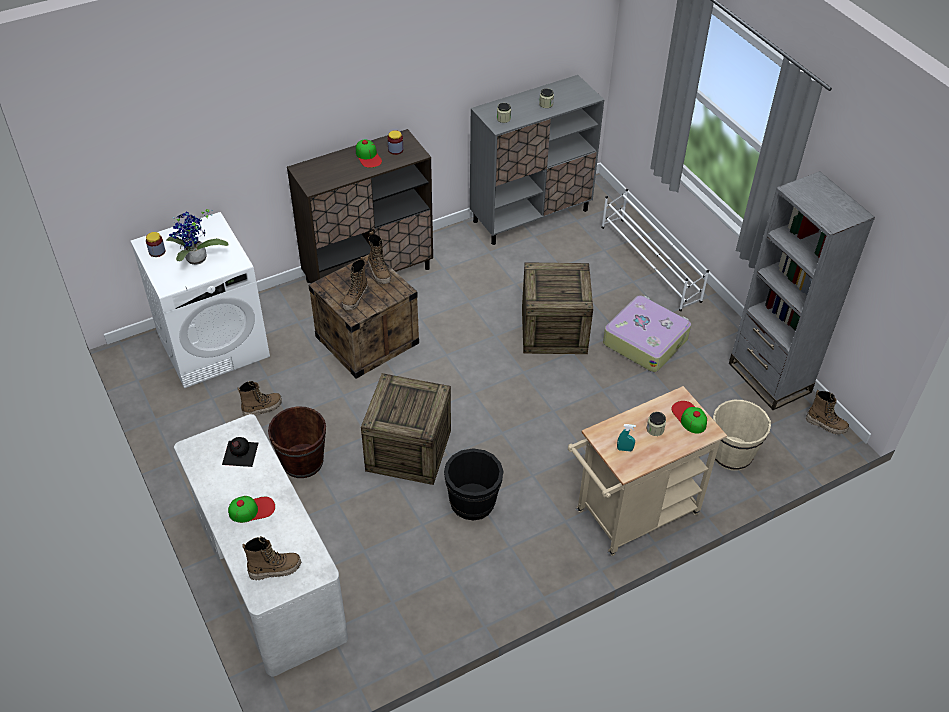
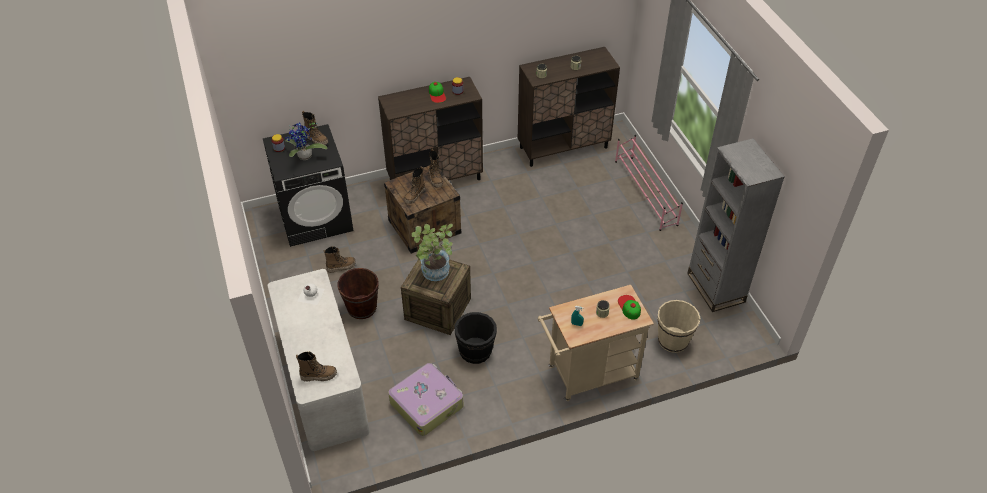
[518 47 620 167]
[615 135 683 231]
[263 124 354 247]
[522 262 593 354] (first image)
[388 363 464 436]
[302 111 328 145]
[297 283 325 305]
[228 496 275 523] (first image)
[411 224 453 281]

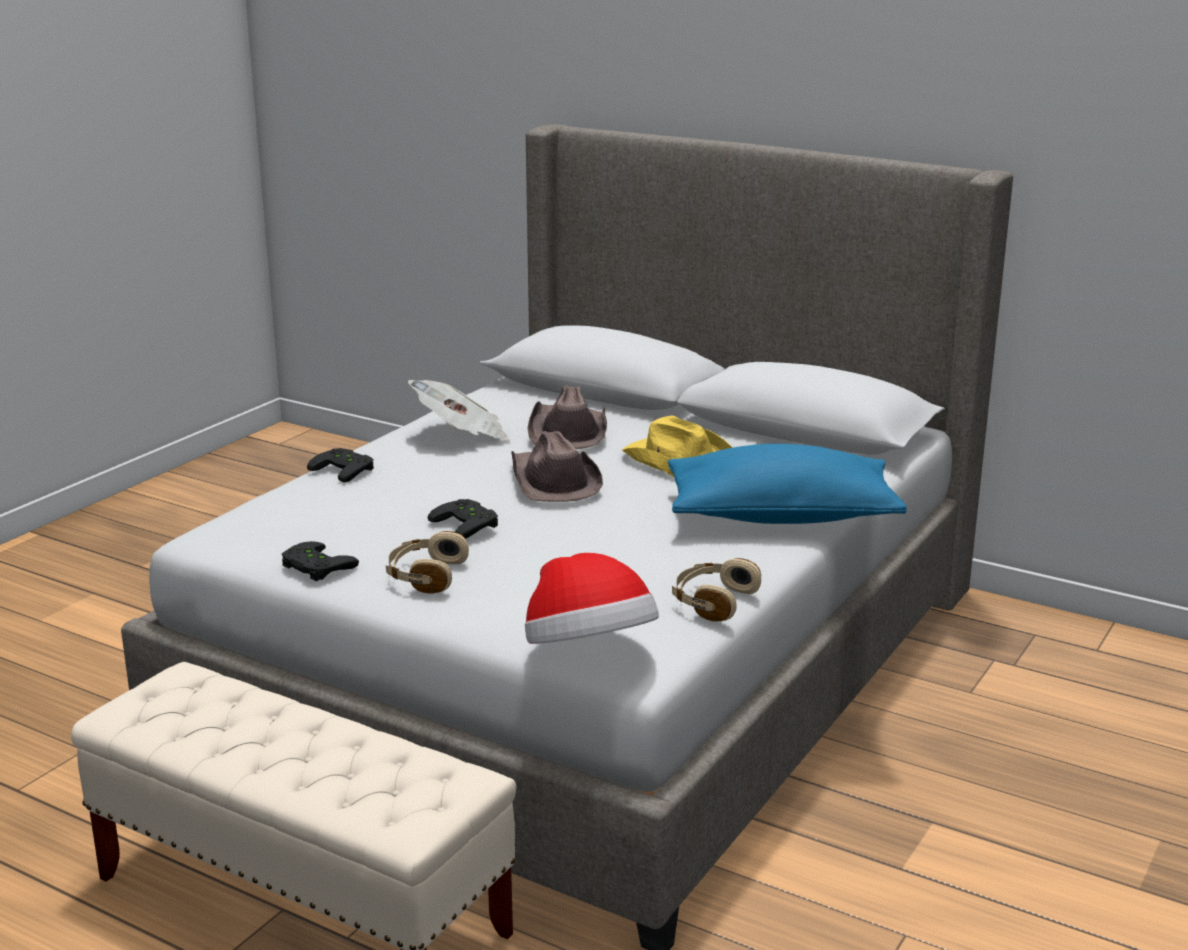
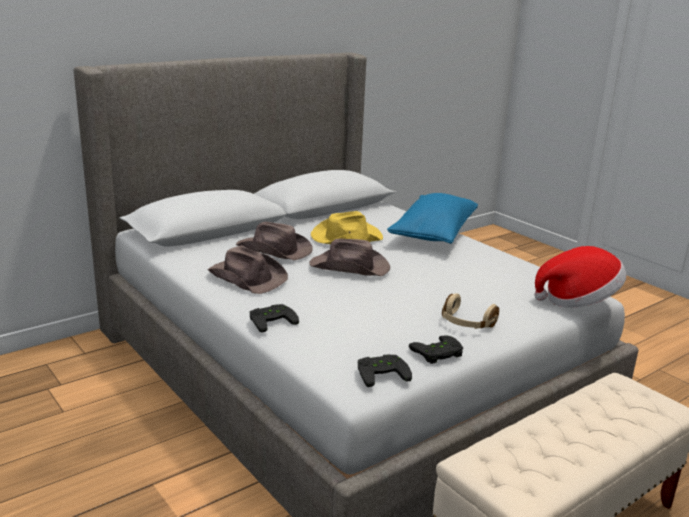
[208 246 288 294]
[358 355 412 387]
[672 558 761 622] (first image)

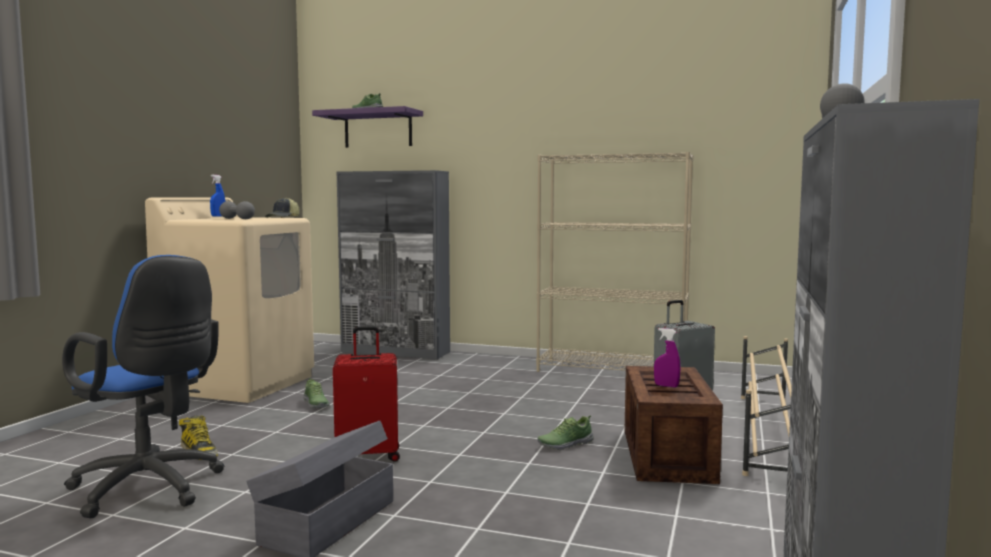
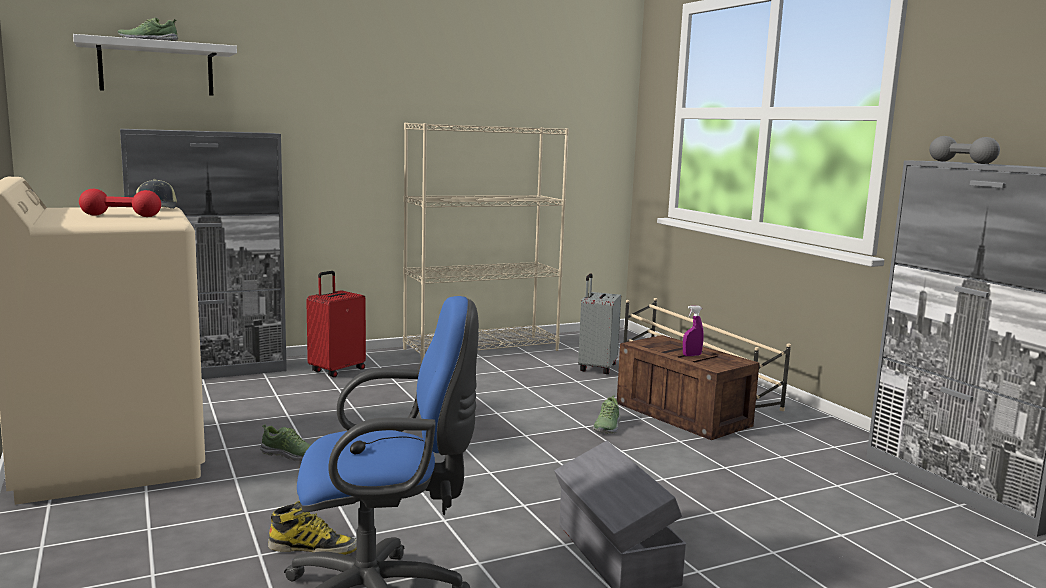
[73 34 237 96]
[210 175 225 217] (first image)
[79 189 161 217]
[306 271 366 377]

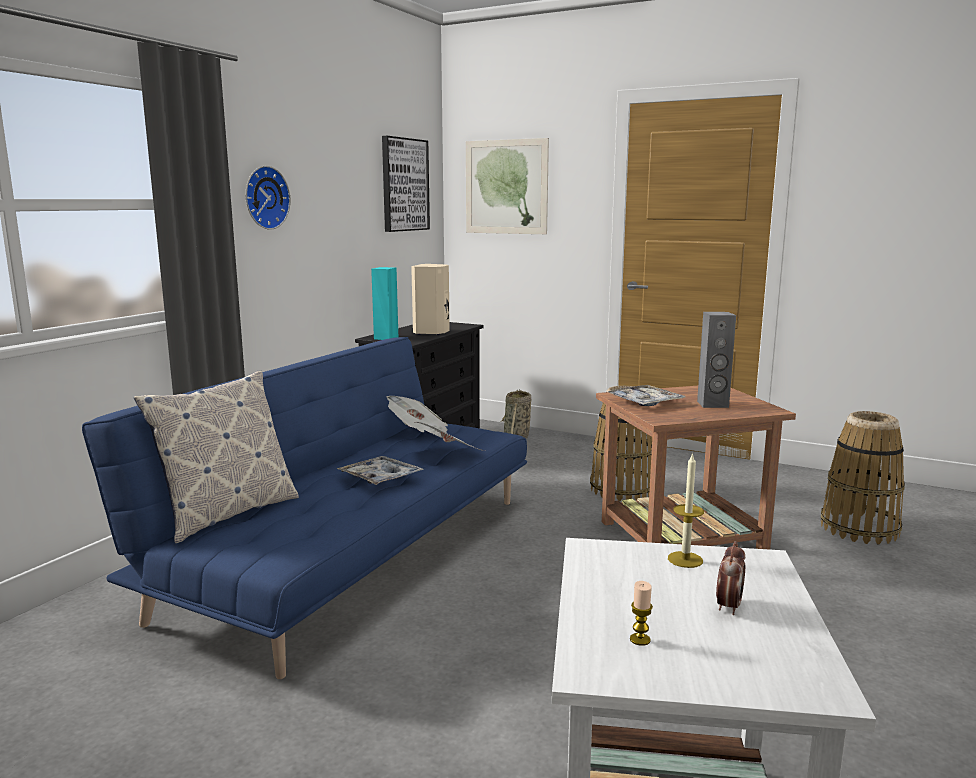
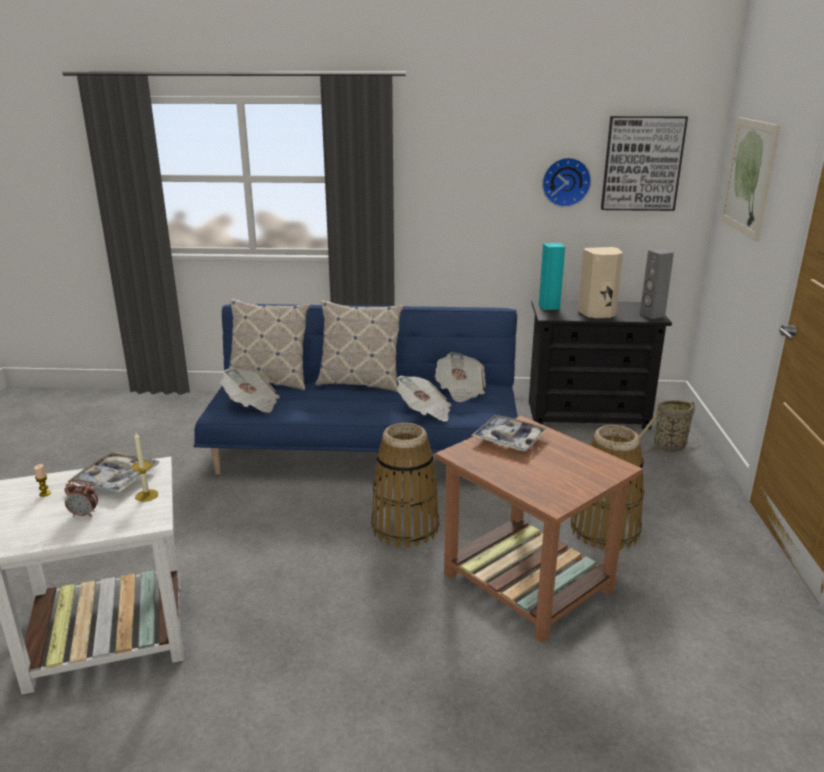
[542 157 591 207]
[640 249 674 319]
[371 423 439 548]
[67 451 159 493]
[315 300 404 392]
[220 369 280 413]

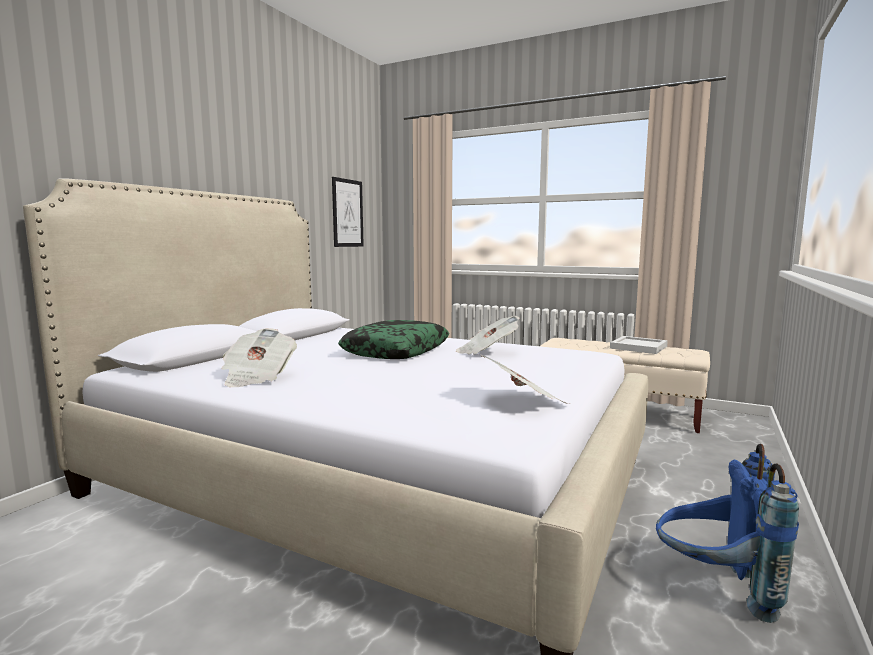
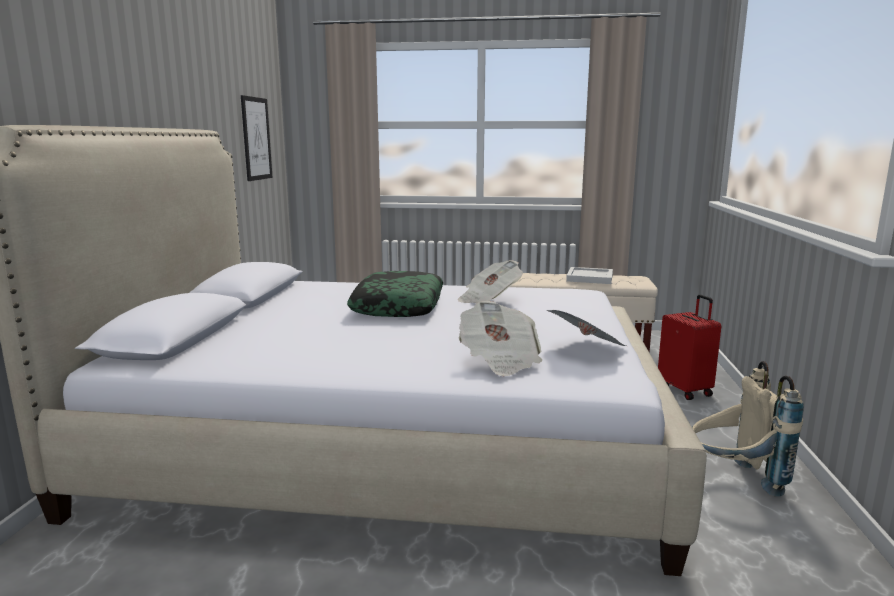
[459 301 542 376]
[692 361 804 497]
[658 295 721 400]

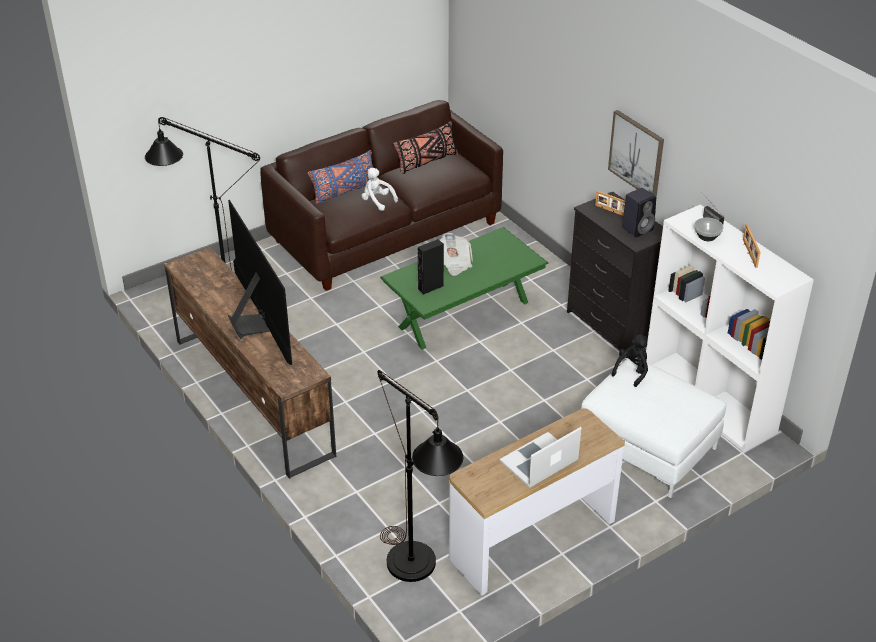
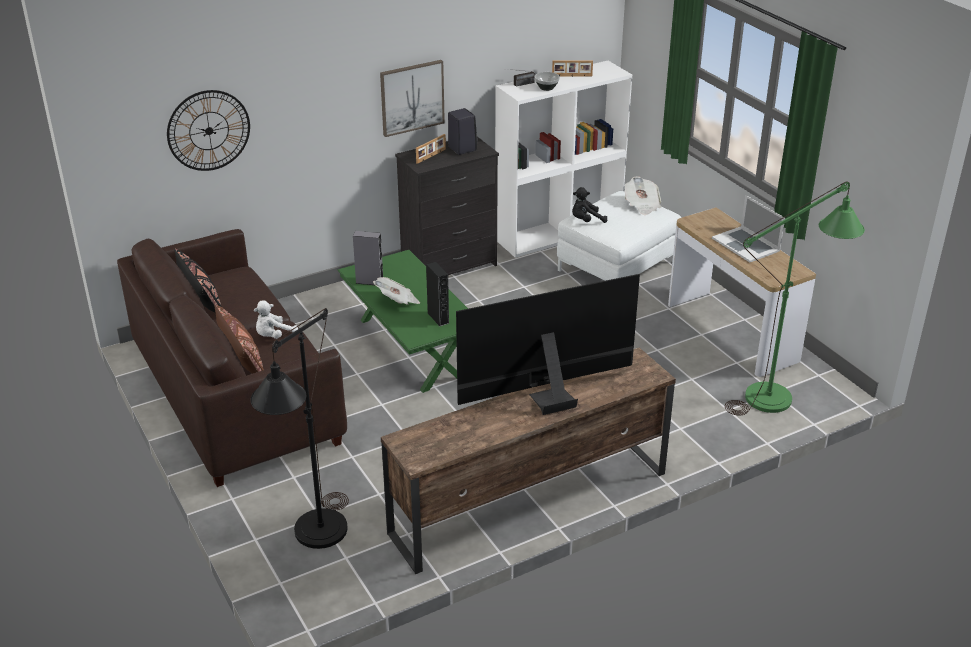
[214 304 264 374]
[572 187 607 223]
[725 182 865 415]
[167 90 250 171]
[625 176 662 215]
[353 231 383 285]

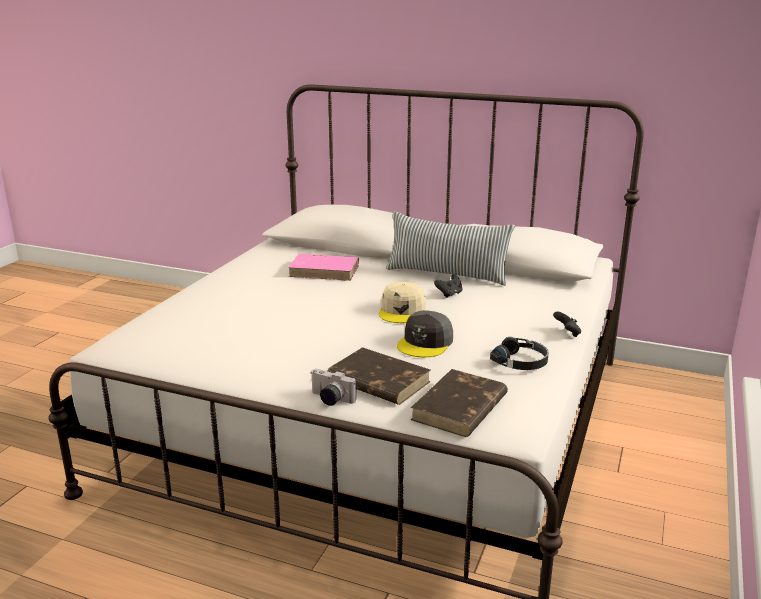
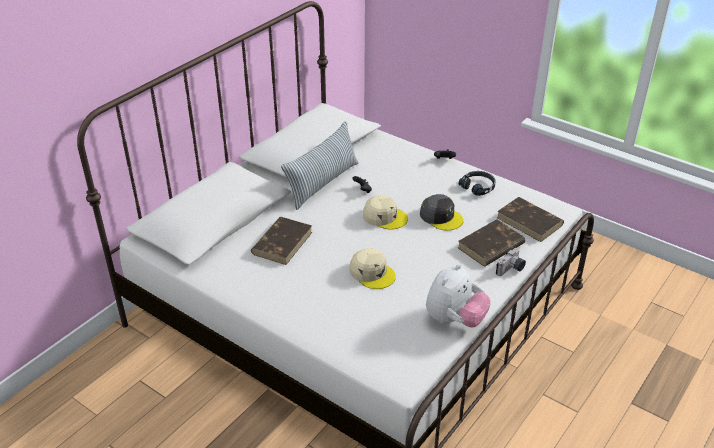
[251 217 312 265]
[350 248 396 289]
[426 264 491 327]

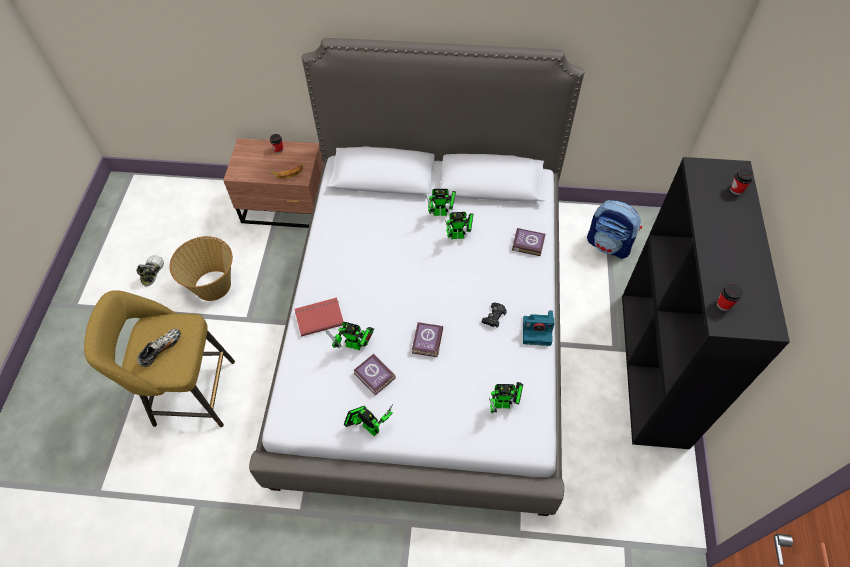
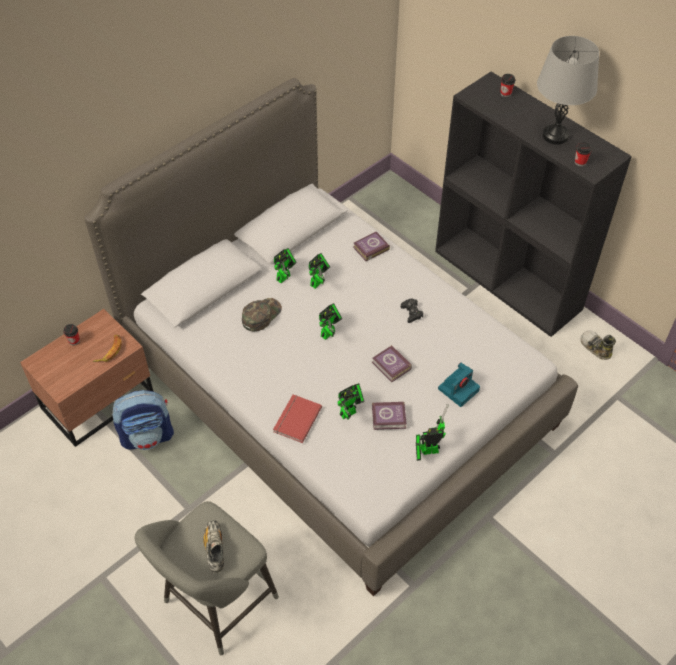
[112 390 174 450]
[169 236 233 301] (first image)
[581 330 616 360]
[135 501 279 655]
[438 362 480 407]
[319 303 342 340]
[537 36 599 145]
[242 298 282 331]

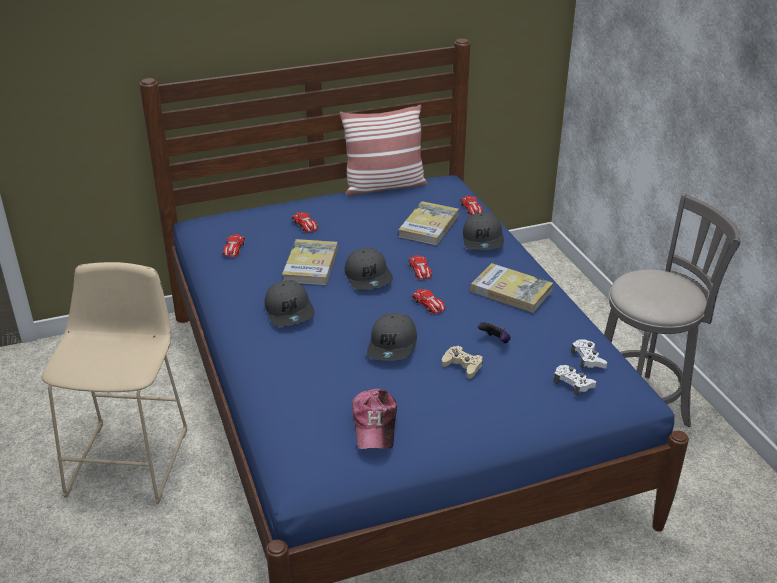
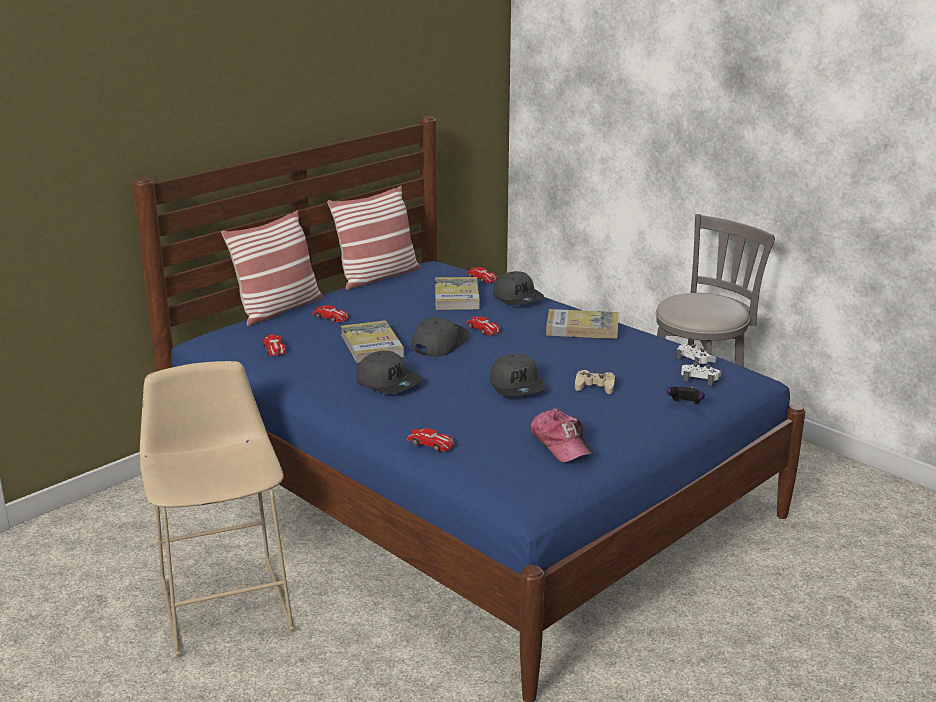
[411 317 470 357]
[406 428 455 451]
[667 386 705 404]
[221 210 323 326]

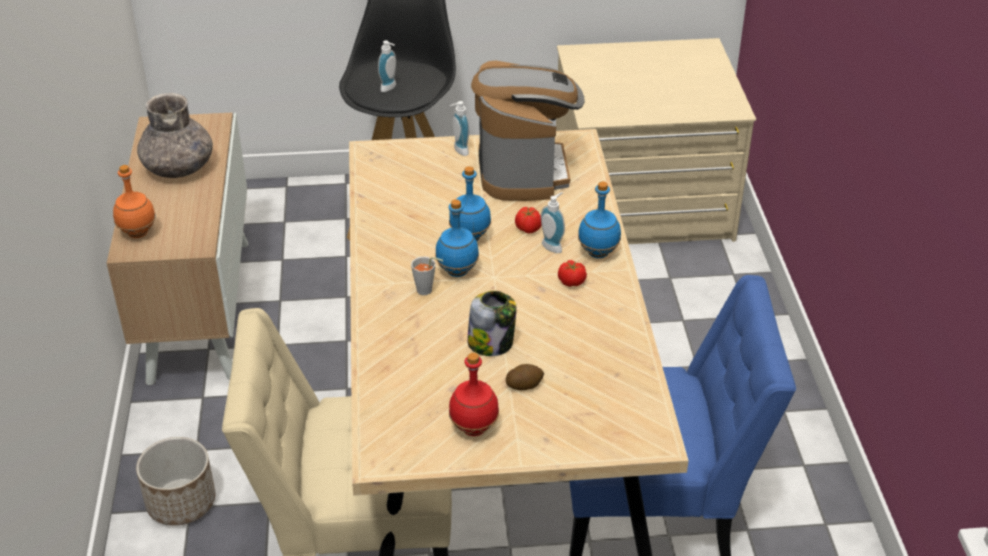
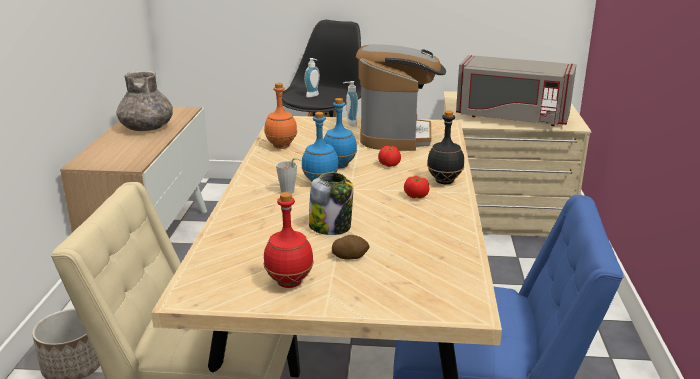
[264 83 297 149]
[427 111 464 184]
[541 192 565 253] (first image)
[456 55 577 126]

